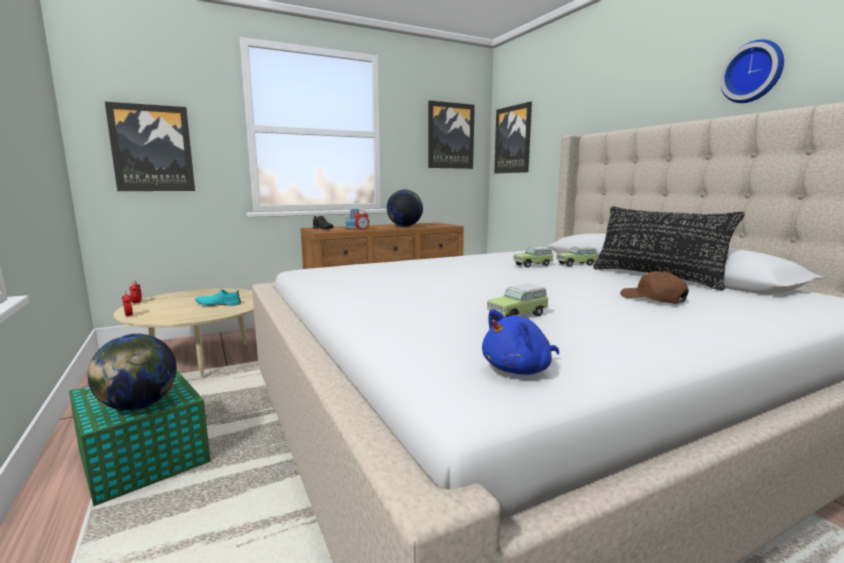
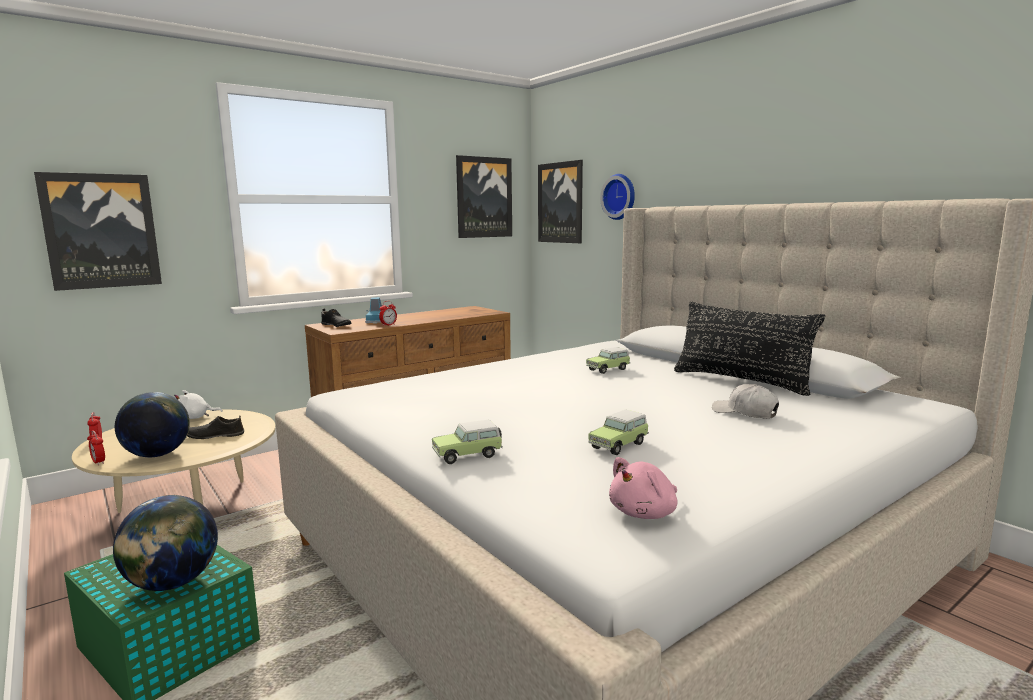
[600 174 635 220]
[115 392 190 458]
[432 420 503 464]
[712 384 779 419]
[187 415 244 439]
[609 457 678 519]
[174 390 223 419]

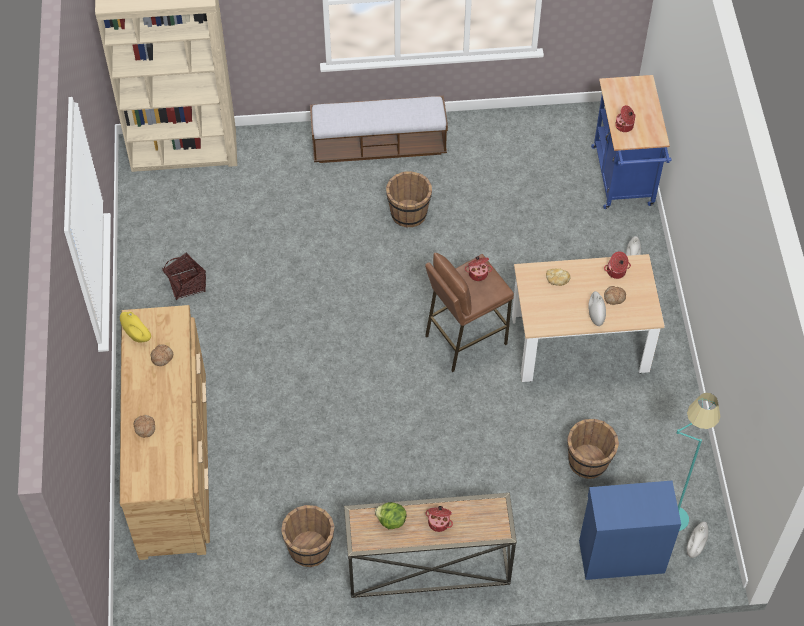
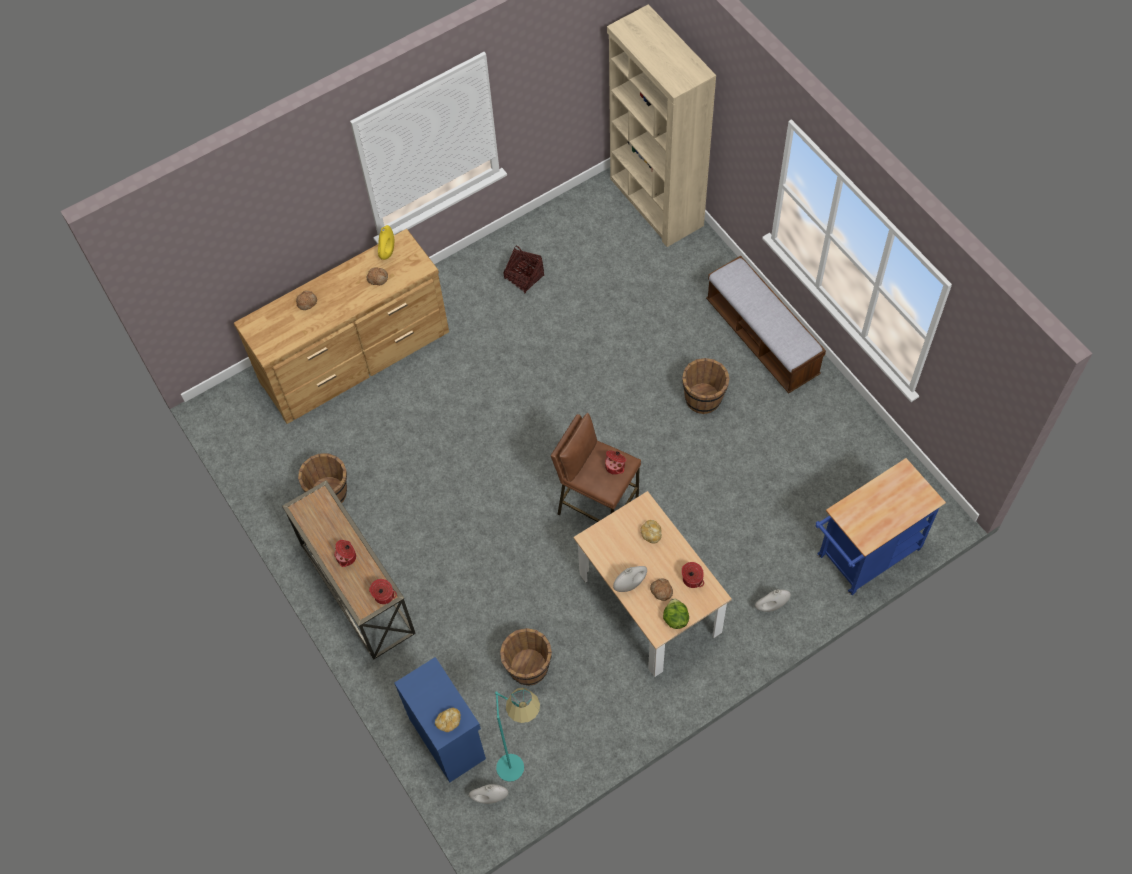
[369 579 397 604]
[663 598 689 629]
[435 708 461 732]

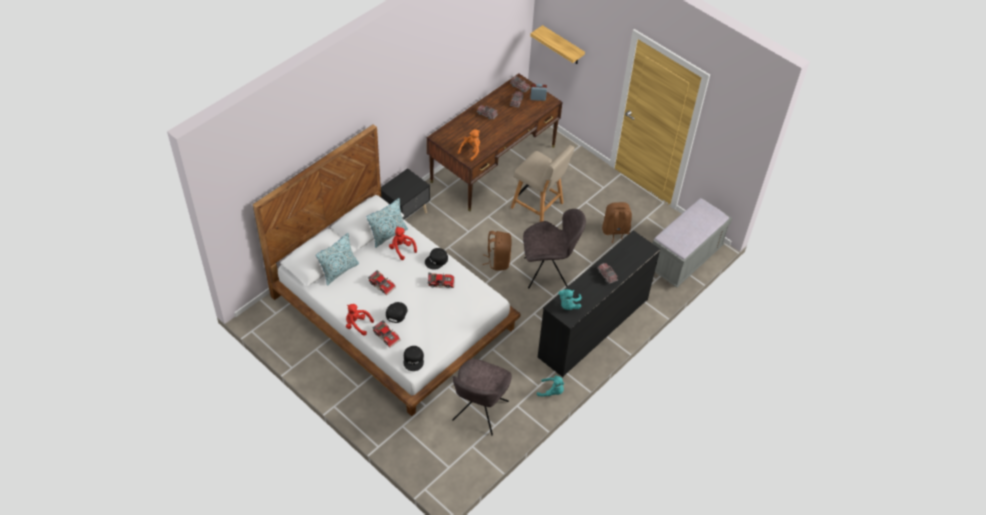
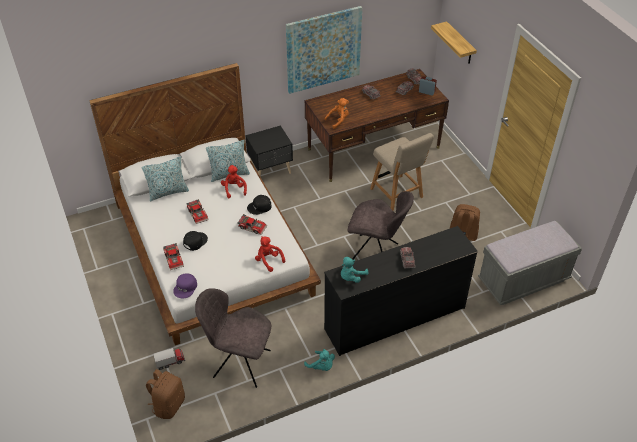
[146 369 185 419]
[255 236 285 272]
[173 273 197 298]
[195 288 271 388]
[286 6 362 94]
[153 348 185 370]

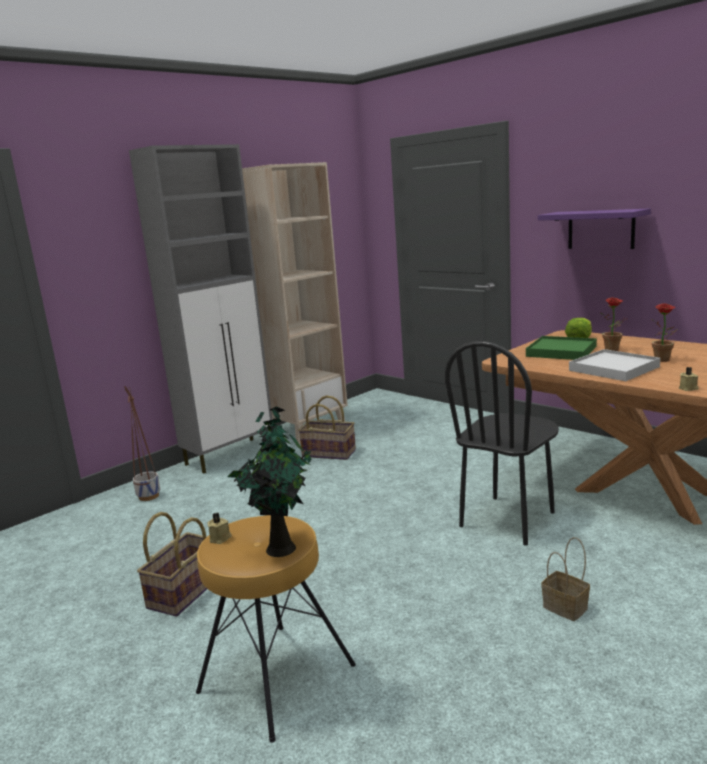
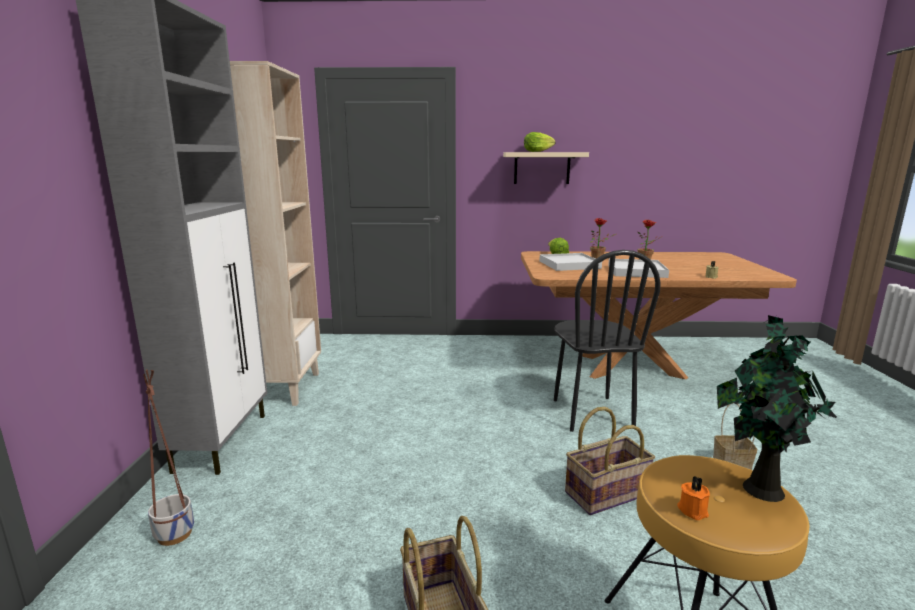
[503 152 589 184]
[539 253 602 271]
[565 407 655 515]
[677 476 710 520]
[524 132 556 152]

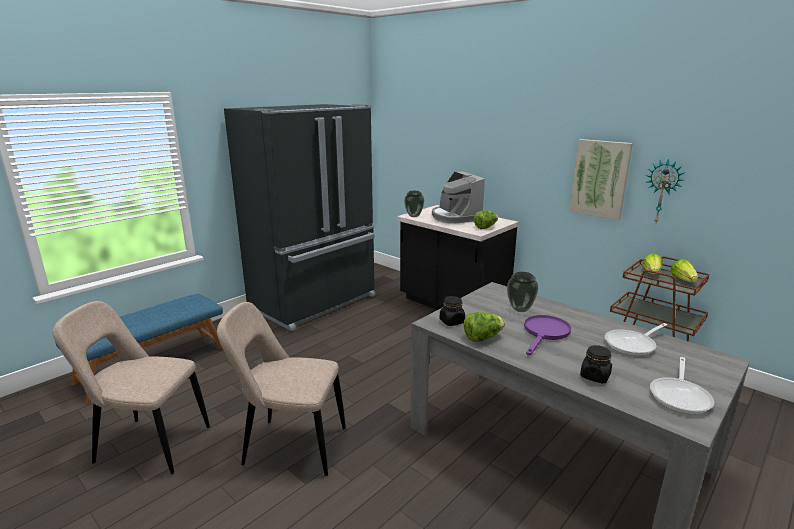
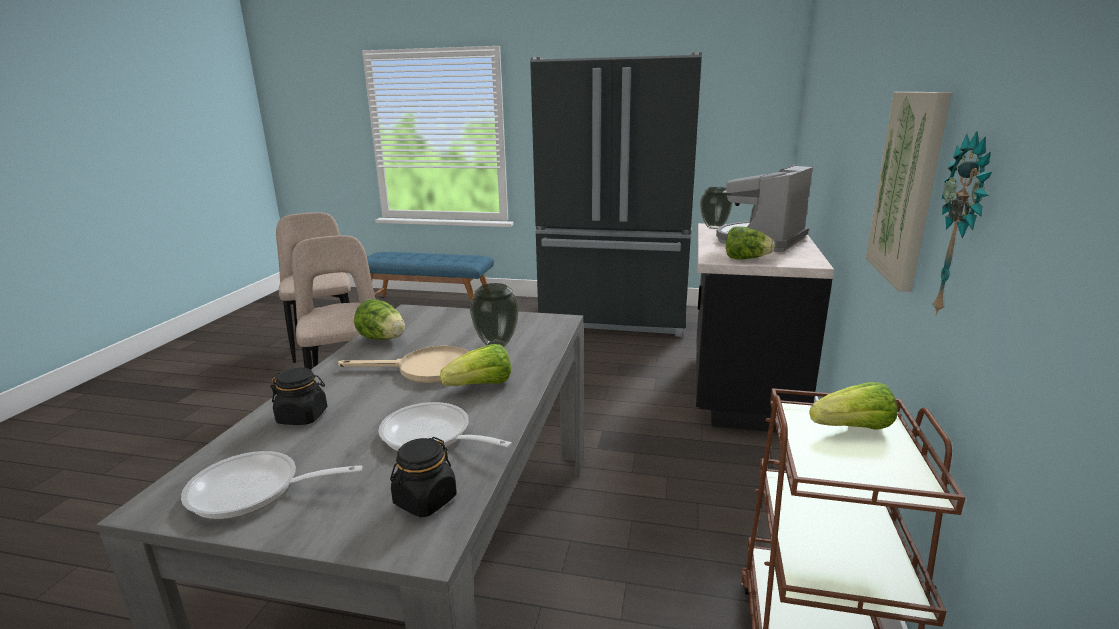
[440 344 511 386]
[390 437 457 517]
[338 346 469 383]

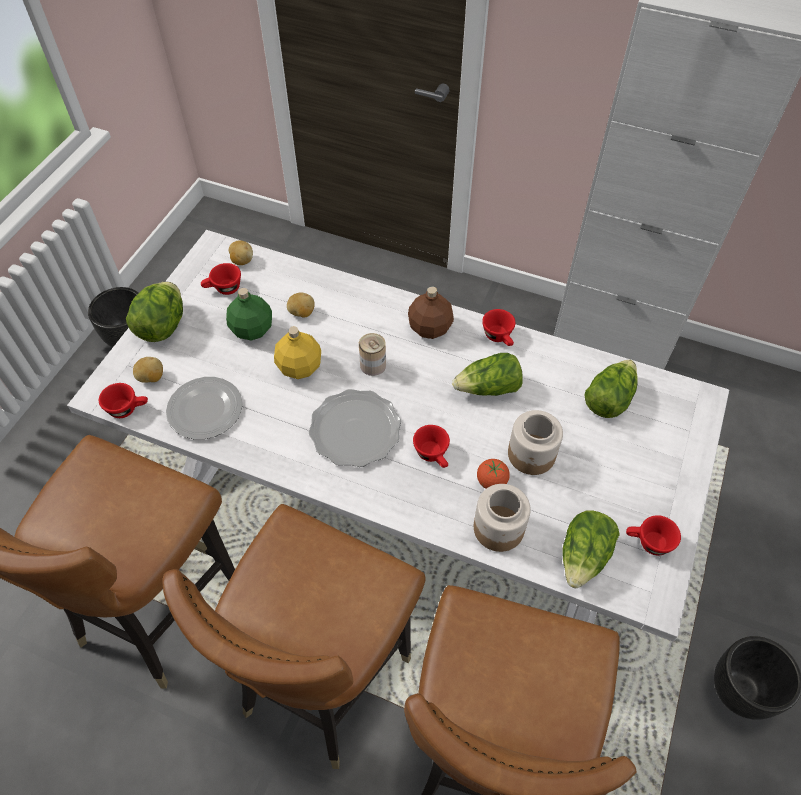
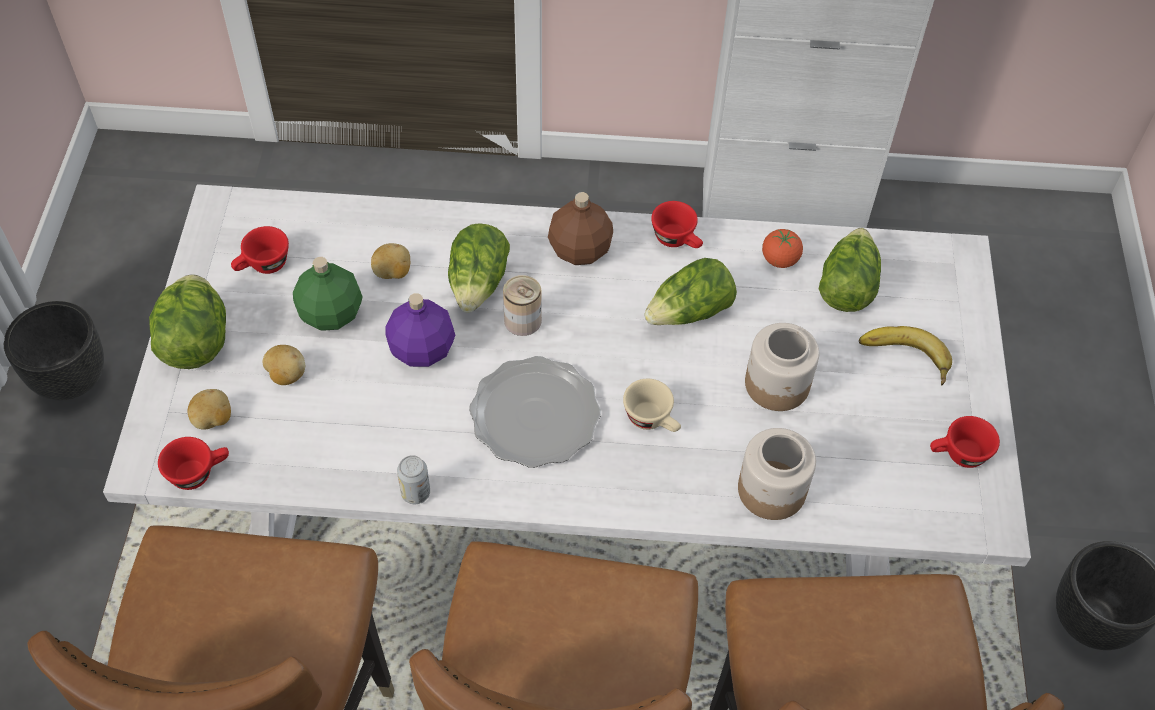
[263 345 305 385]
[385 293 455 367]
[166 377 243 439] (first image)
[623 379 681 432]
[762 229 803 268]
[448 223 510 313]
[859 326 952 386]
[397 455 430 504]

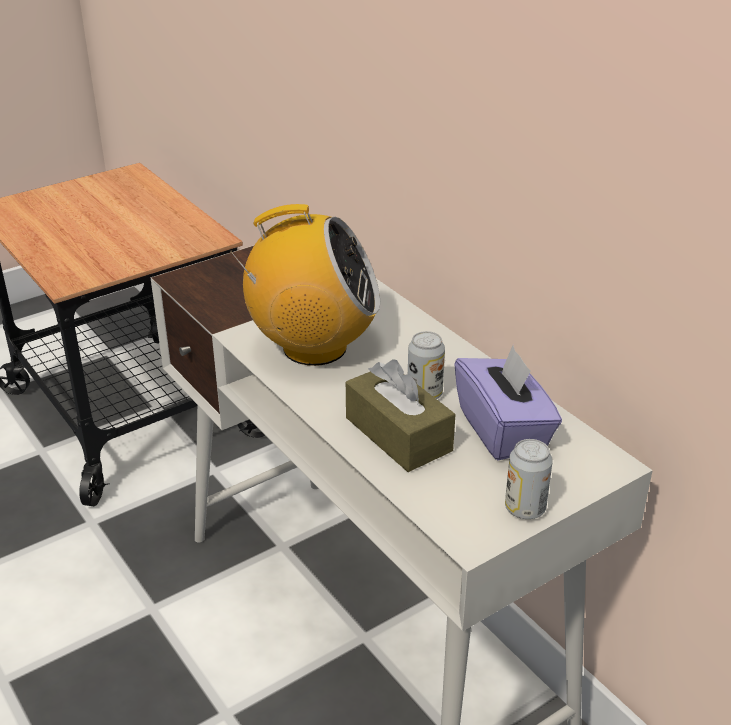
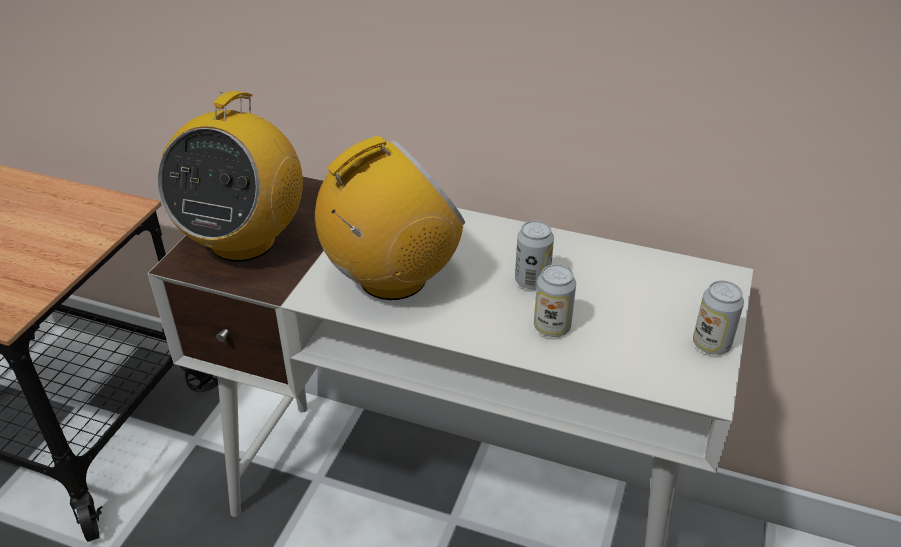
[454 346 562 460] (first image)
[534 264 576 337]
[157 91 303 262]

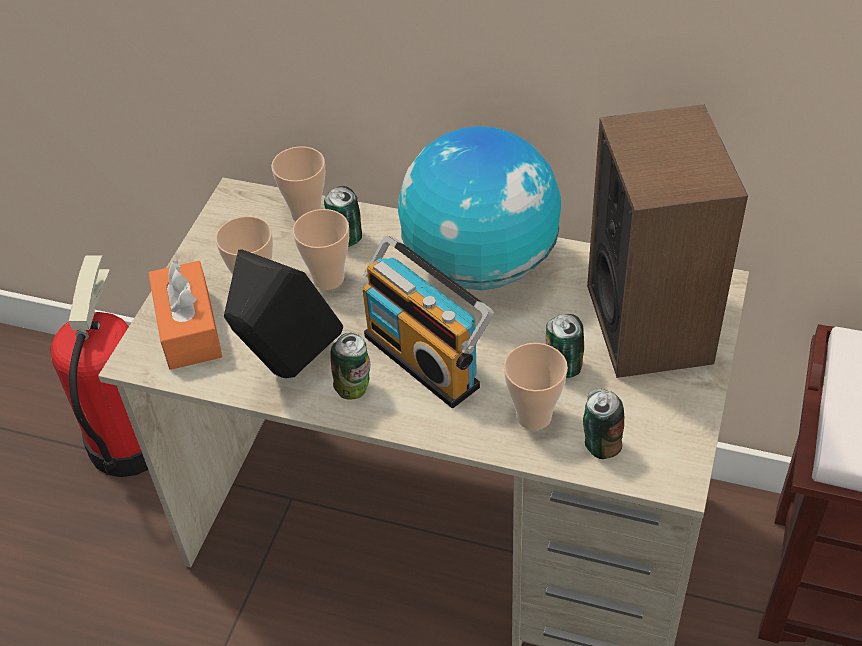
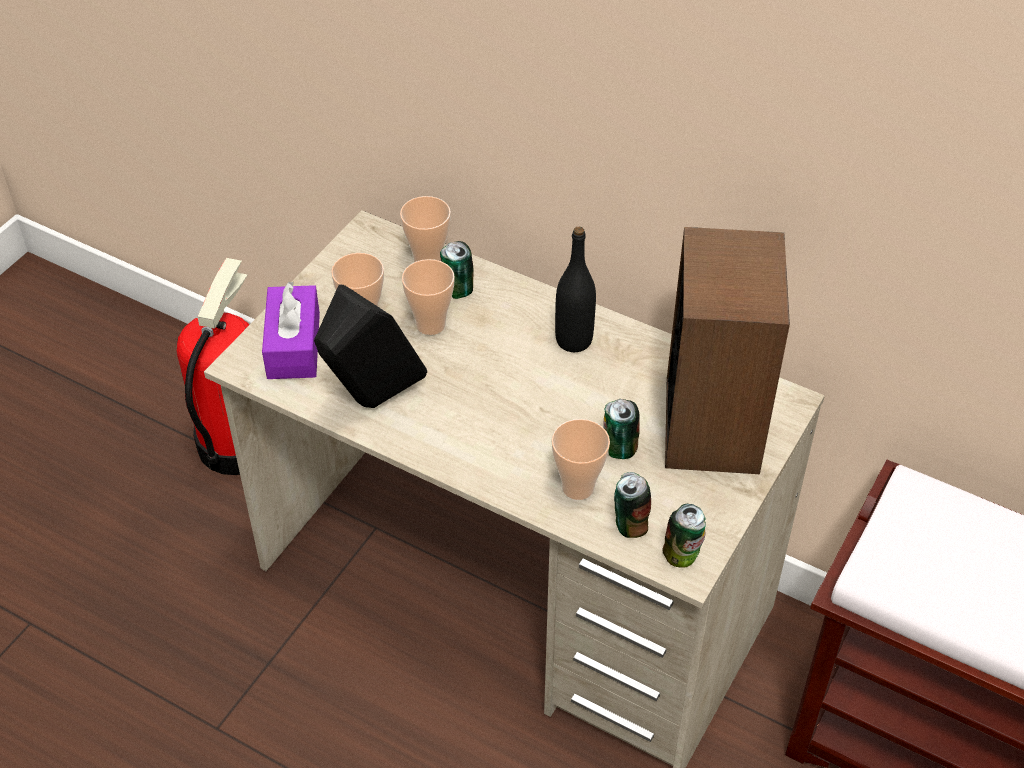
[555 227 596 352]
[363 236 494 408] (first image)
[262 281 320 379]
[662 504 706 568]

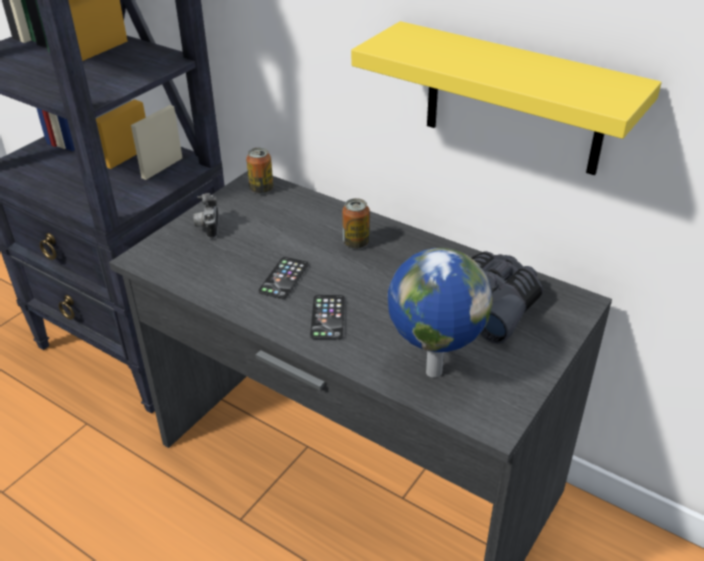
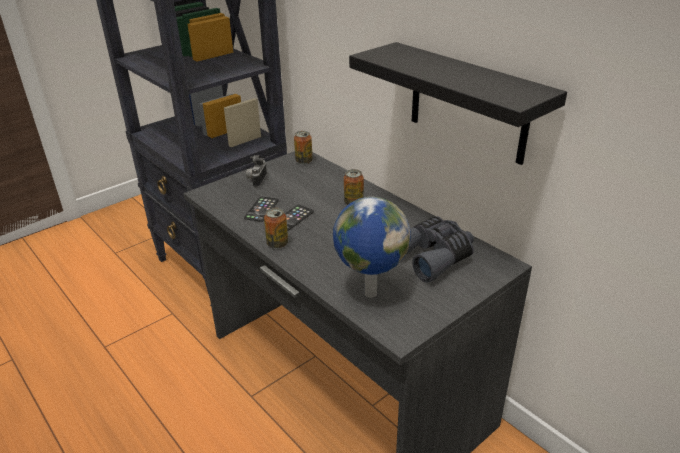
[349 42 567 165]
[244 196 279 222]
[264 208 288 249]

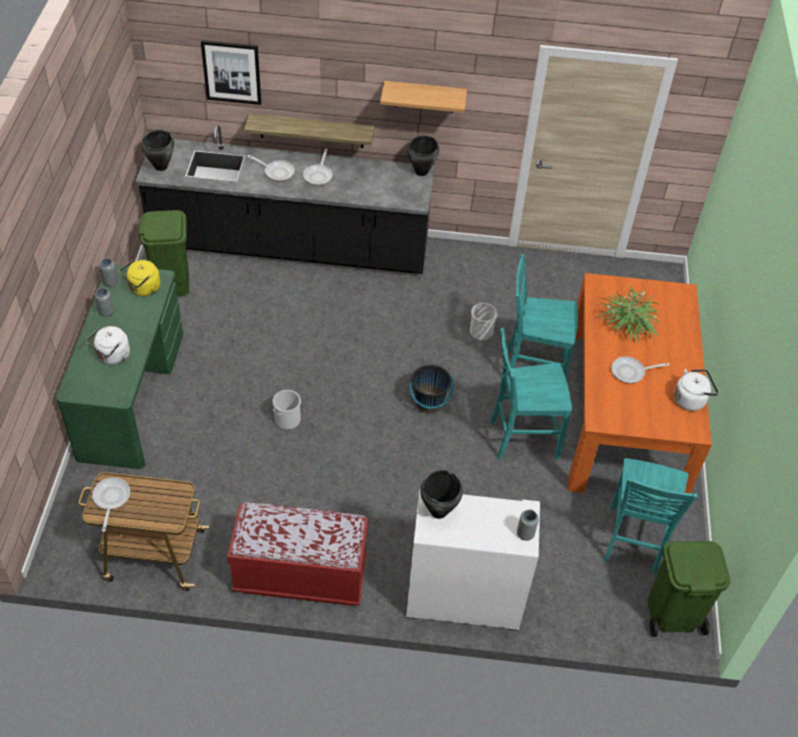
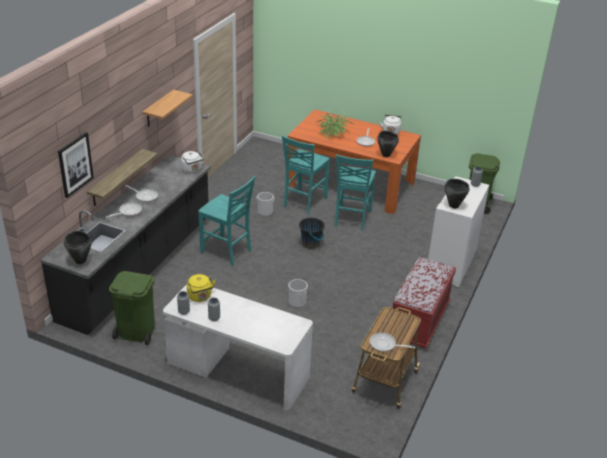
[377 131 399 157]
[163 284 313 411]
[181 151 204 173]
[198 176 255 266]

